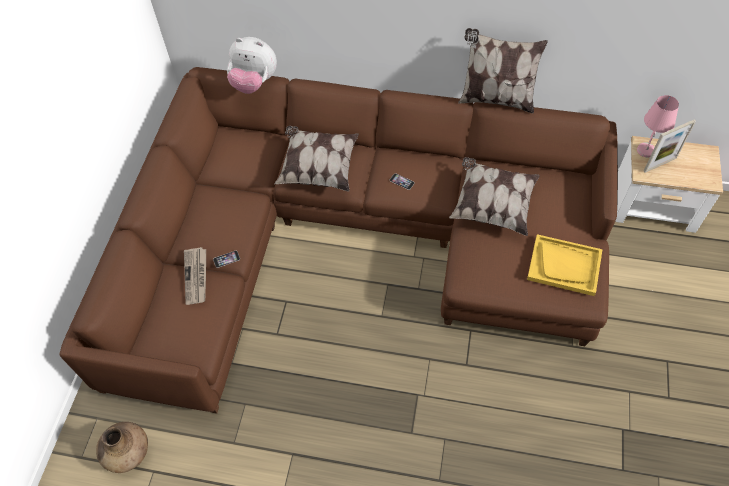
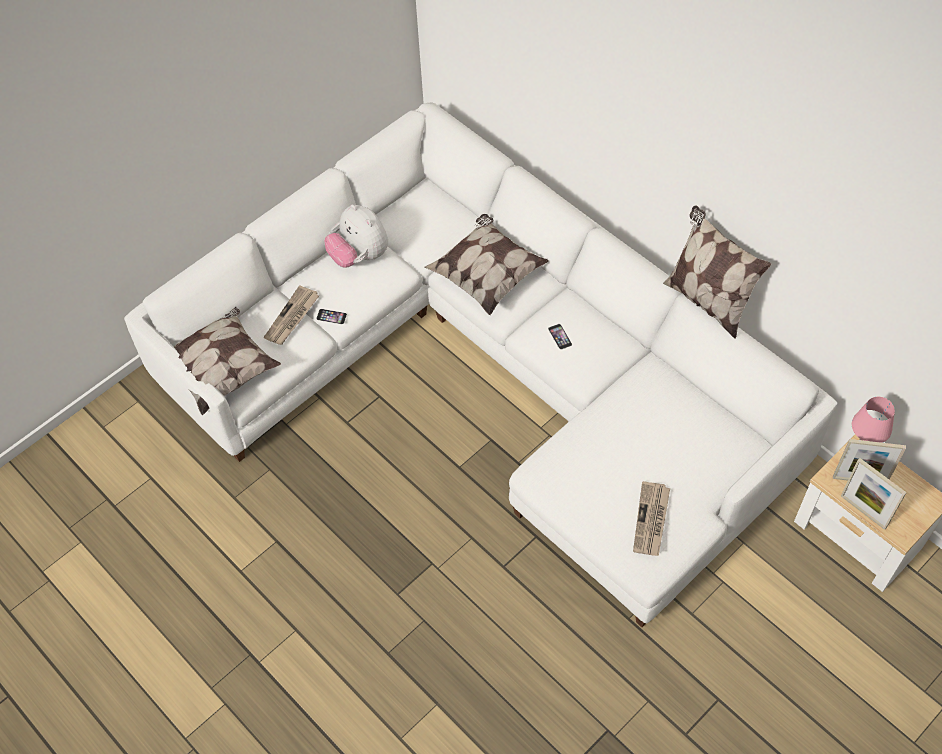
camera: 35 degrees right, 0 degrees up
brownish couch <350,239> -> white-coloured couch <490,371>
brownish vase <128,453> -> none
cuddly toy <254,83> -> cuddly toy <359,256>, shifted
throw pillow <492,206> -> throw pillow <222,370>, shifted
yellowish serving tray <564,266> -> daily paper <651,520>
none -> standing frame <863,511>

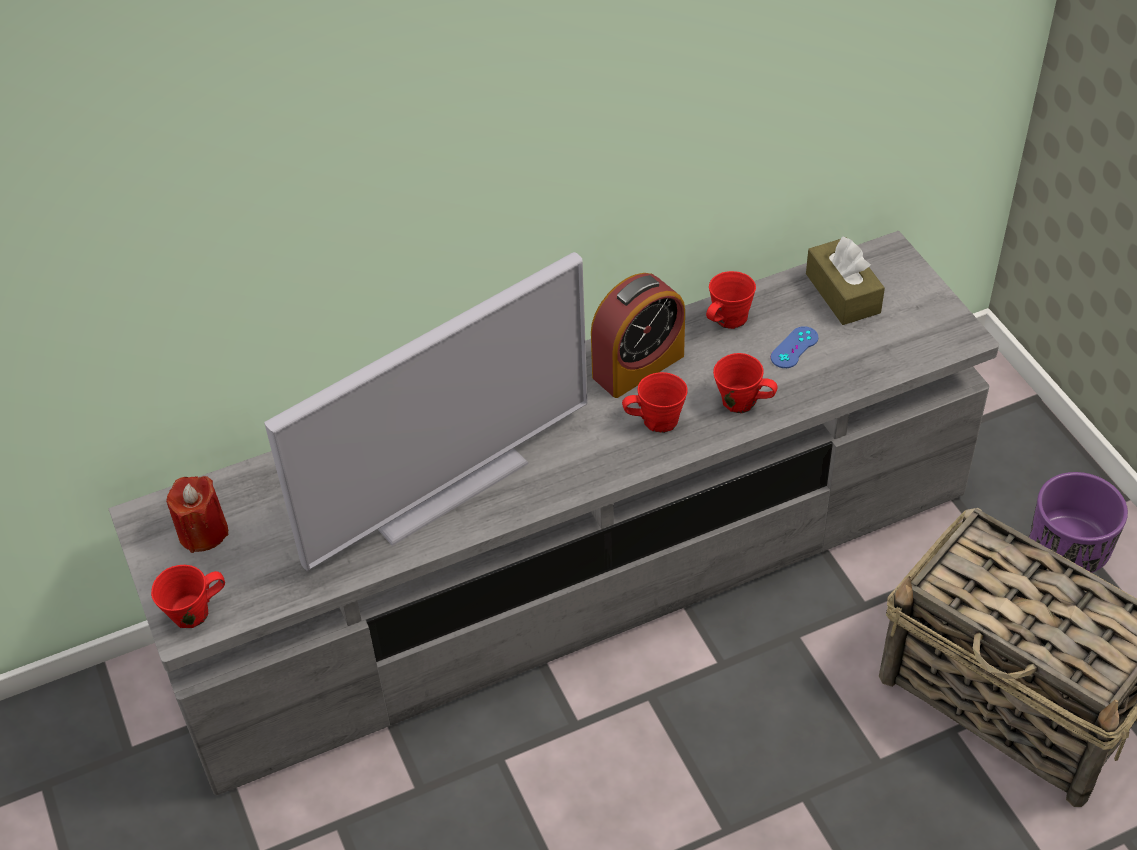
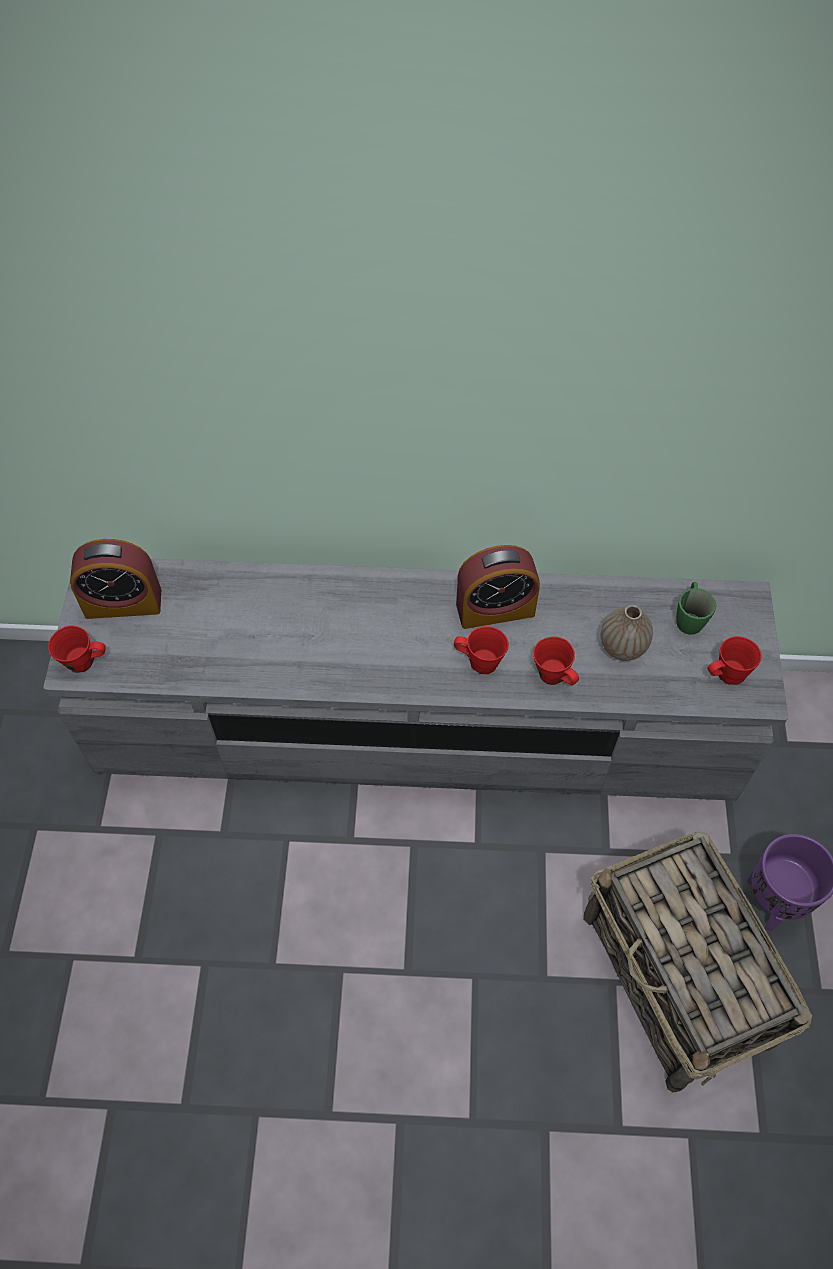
camera: 25 degrees right, 10 degrees up
reddish wax candle <203,532> -> table clock <123,603>
TV set <444,485> -> none
reddish coffee mug <728,319> -> reddish coffee mug <728,673>, shifted
blue game controller <794,348> -> vase <622,647>
brownish tissue holder <842,293> -> green-coloured coffee mug <689,617>

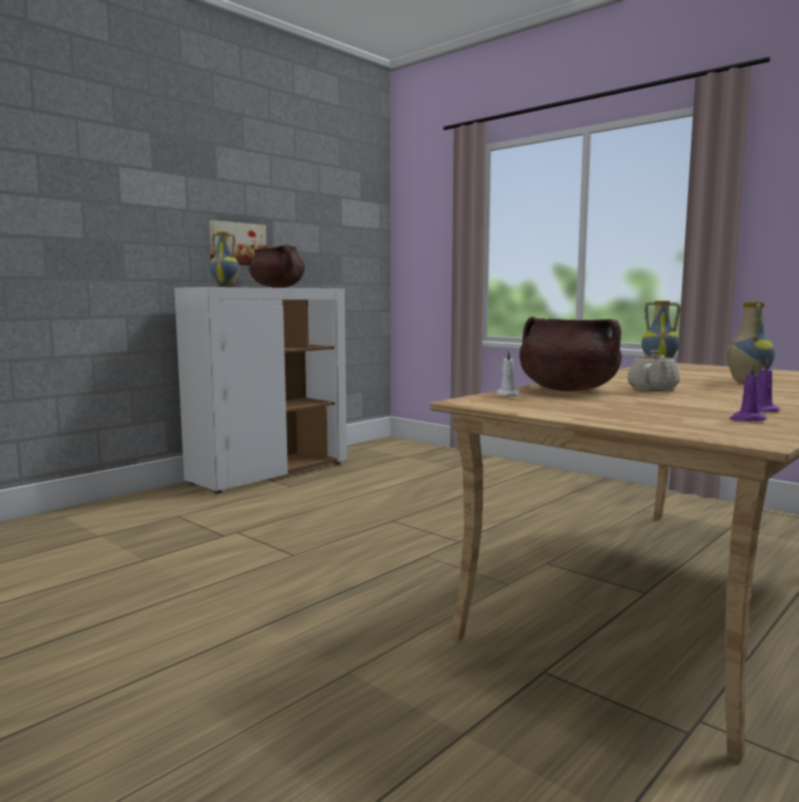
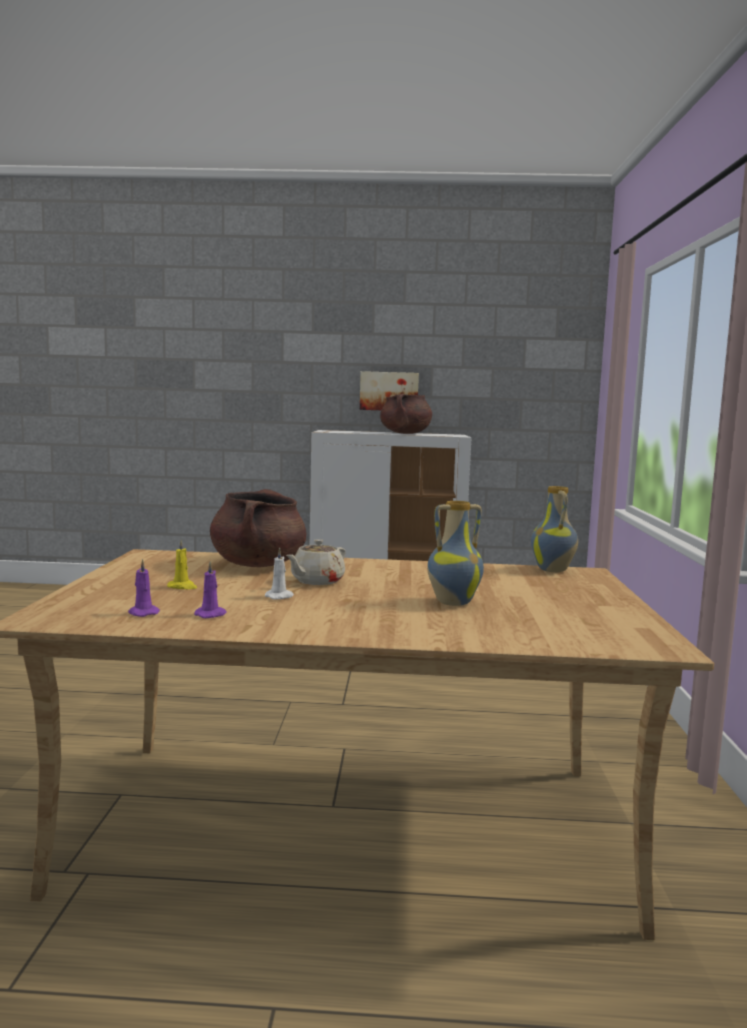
camera: 50 degrees right, 0 degrees up
vase <226,286> -> none
white-coloured wax candle <507,395> -> white-coloured wax candle <280,596>, shifted
beige-coloured pot for tea <653,389> -> beige-coloured pot for tea <316,581>, 135 degrees clockwise
none -> yellowish wax candle <182,587>

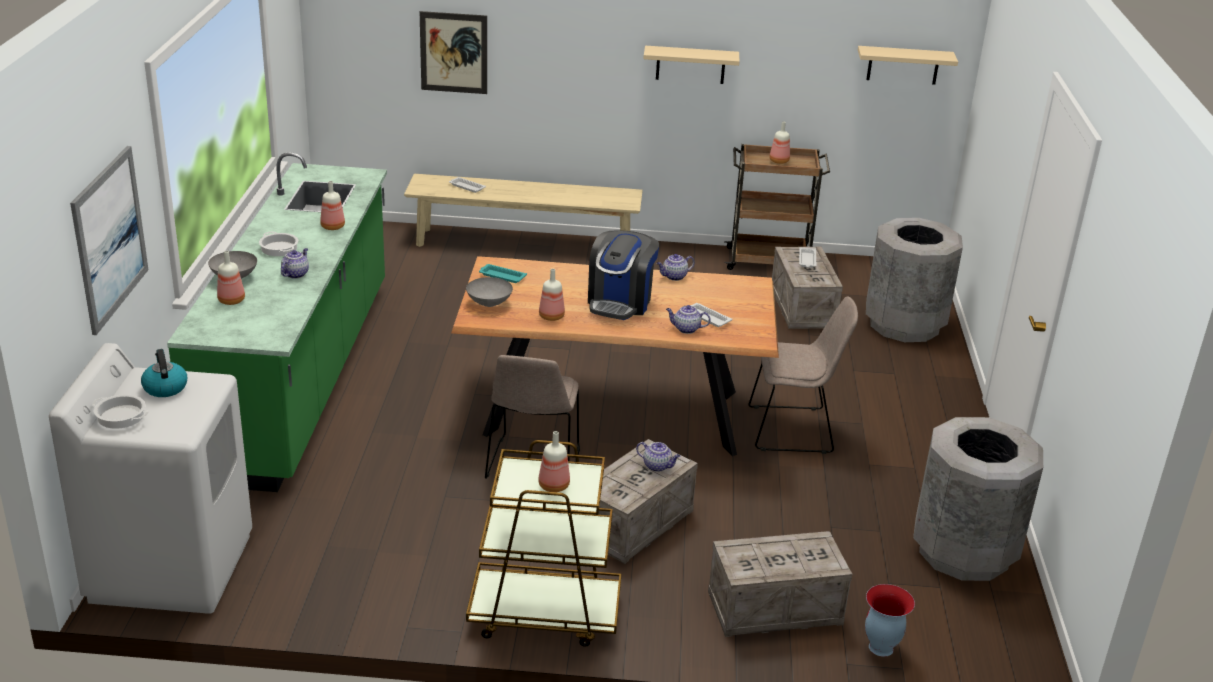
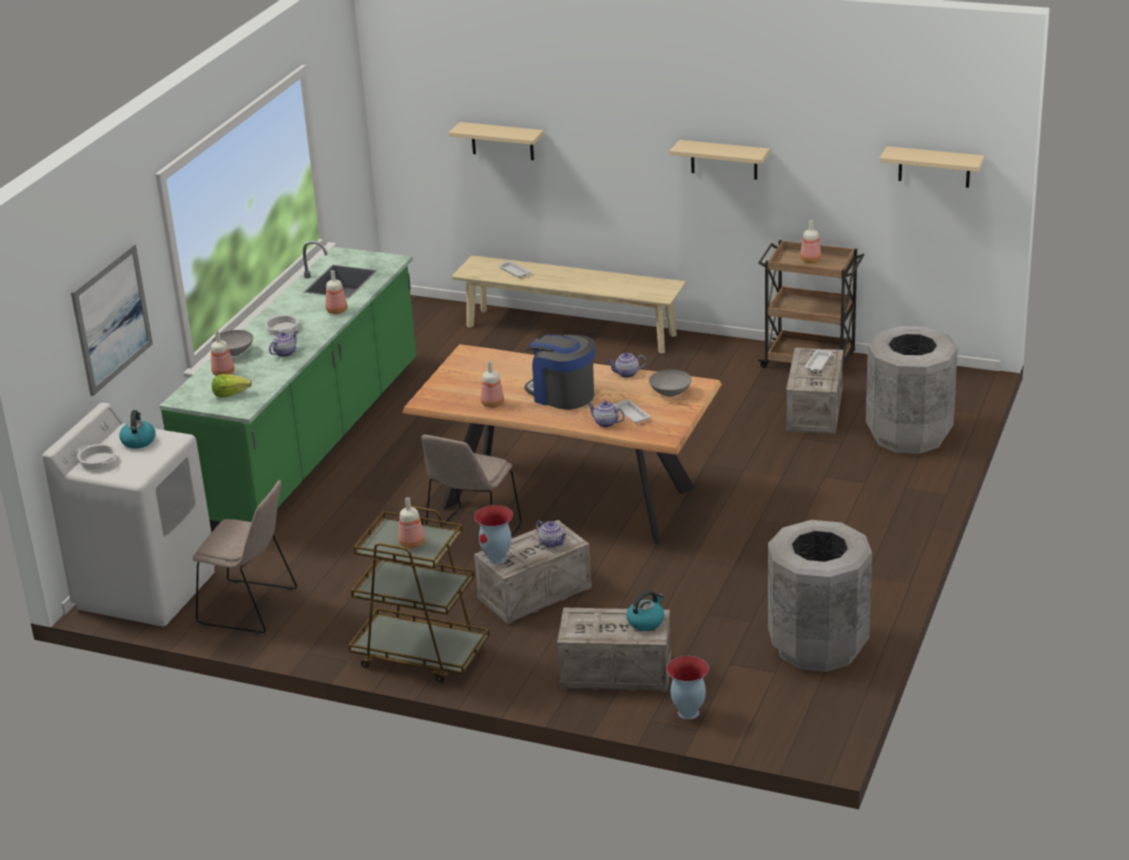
camera: 20 degrees right, 0 degrees up
wall picture <454,52> -> beige-coloured shelf <502,141>
gray bowl <489,303> -> gray bowl <670,393>, shifted
blue-green serving tray <501,276> -> none
coffee machine <620,302> -> coffee machine <562,394>, 90 degrees clockwise
beige-coloured chair <794,429> -> beige-coloured chair <251,607>, shifted
none -> head of lettuce <231,394>
none -> vase <497,558>
none -> tea kettle <646,621>

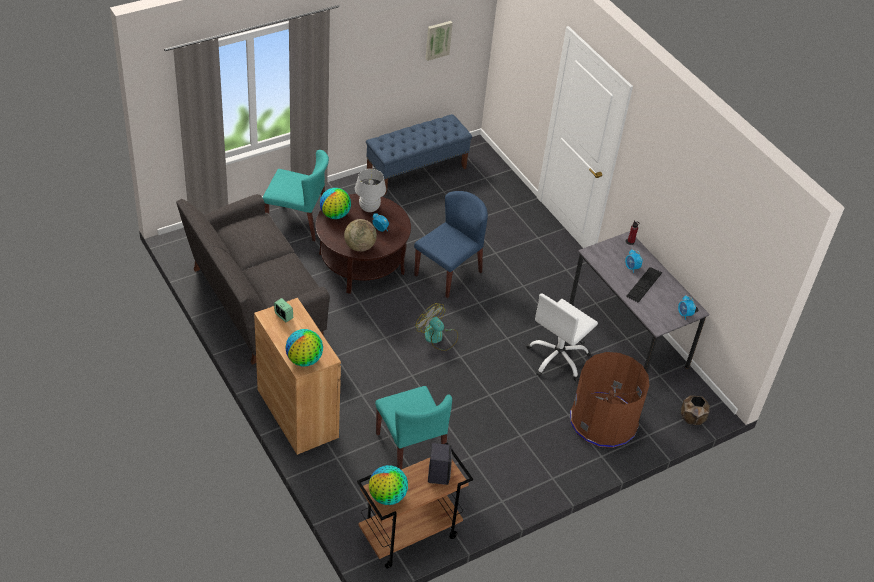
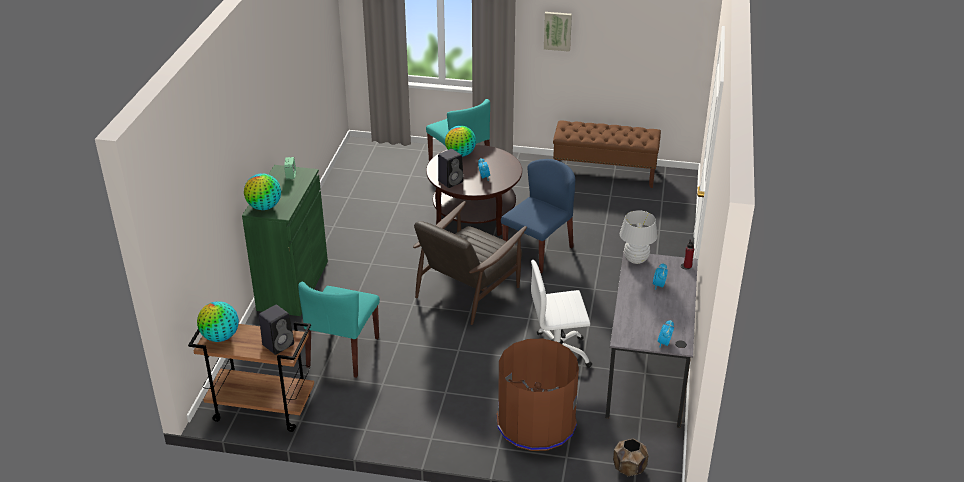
camera: 45 degrees right, 10 degrees down
gray couch <254,304> -> none
brownish storage cabinet <297,413> -> green-coloured storage cabinet <293,285>
desk globe <359,246> -> blackish speaker <451,181>
white-coloured tabletop lamp <369,208> -> white-coloured tabletop lamp <636,259>, shifted
blue bench <417,171> -> brownish bench <604,173>
blue chair <448,273> -> blue chair <538,251>, 45 degrees counterclockwise
electric fan <437,337> -> brownish easy chair <468,289>
wall picture <438,39> -> wall picture <557,30>, shifted
computer keyboard <644,284> -> none

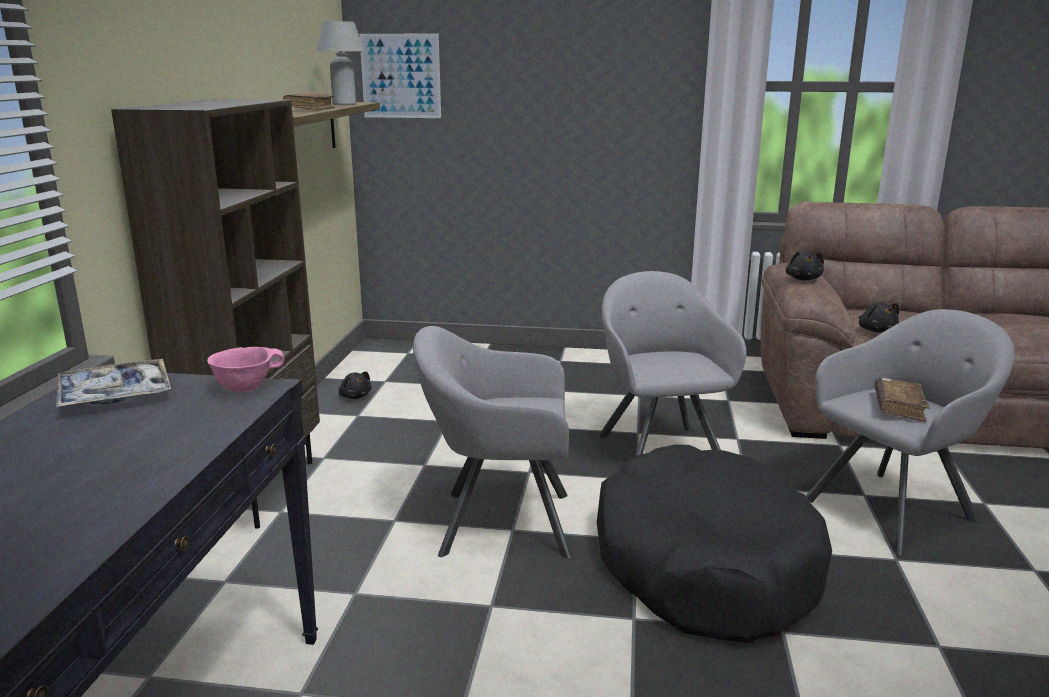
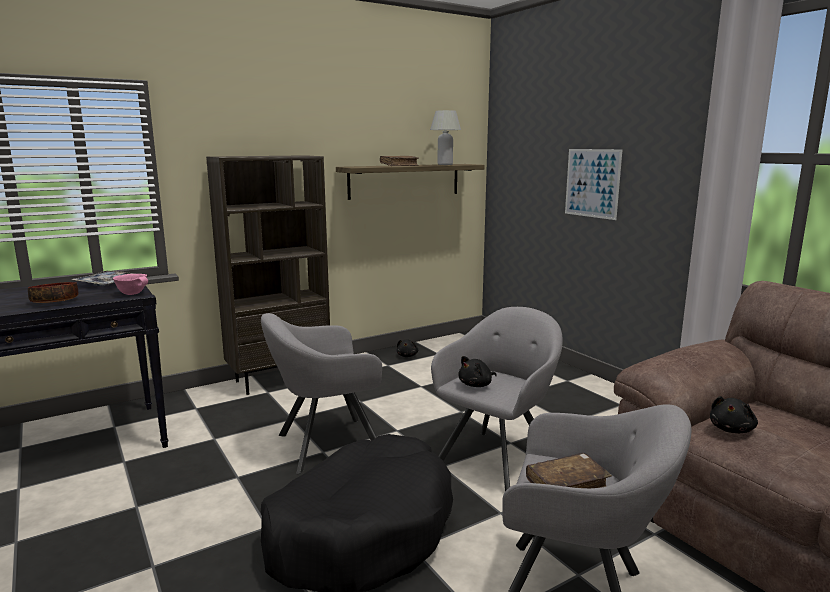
camera: 50 degrees right, 5 degrees down
wall picture <401,76> -> wall picture <592,183>, shifted
gray easy chair <498,523> -> gray easy chair <324,445>, 75 degrees counterclockwise
blackish cuddly toy <803,279> -> blackish cuddly toy <476,385>, shifted
none -> bowl <55,301>

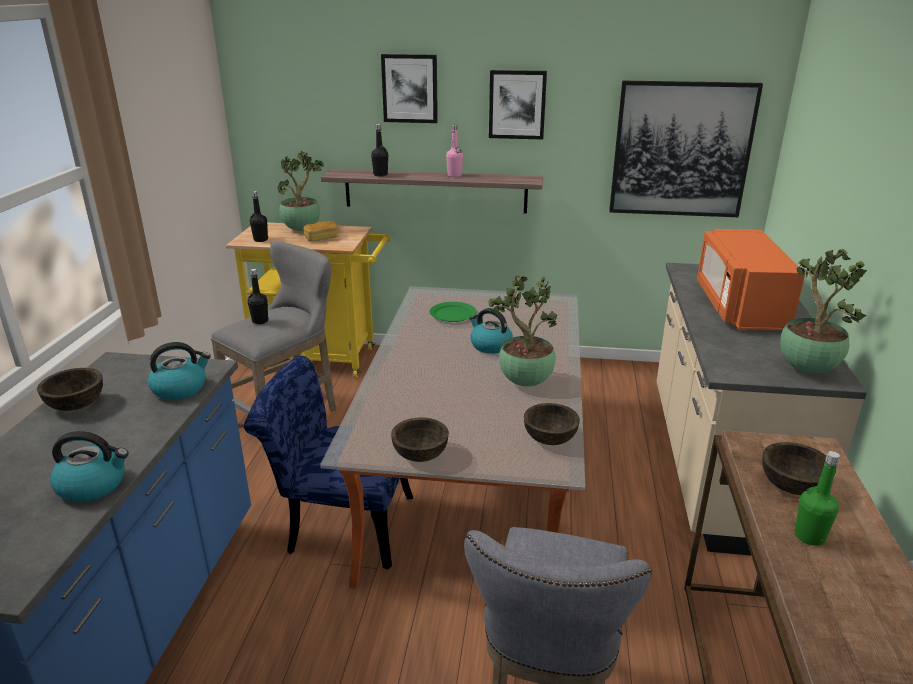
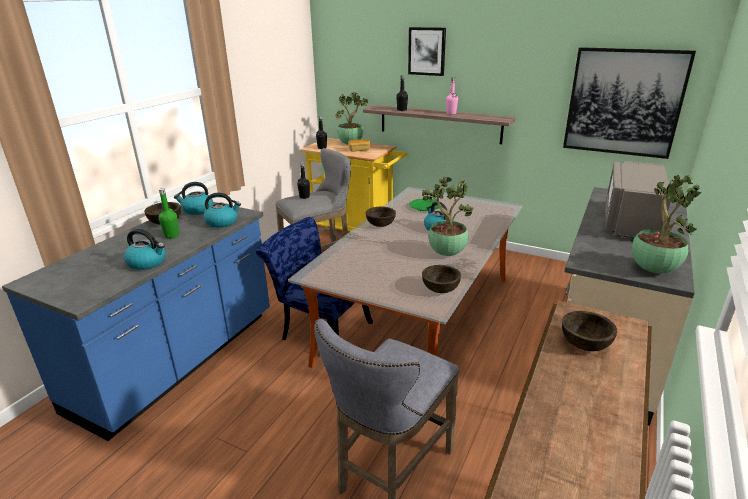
camera: 20 degrees right, 0 degrees up
brownish bowl <420,454> -> brownish bowl <380,224>, shifted
wall picture <517,104> -> none
orangey kitchen microwave <739,307> -> gray kitchen microwave <630,222>
green-coloured beverage bottle <809,536> -> green-coloured beverage bottle <171,235>, shifted
none -> tea kettle <197,210>

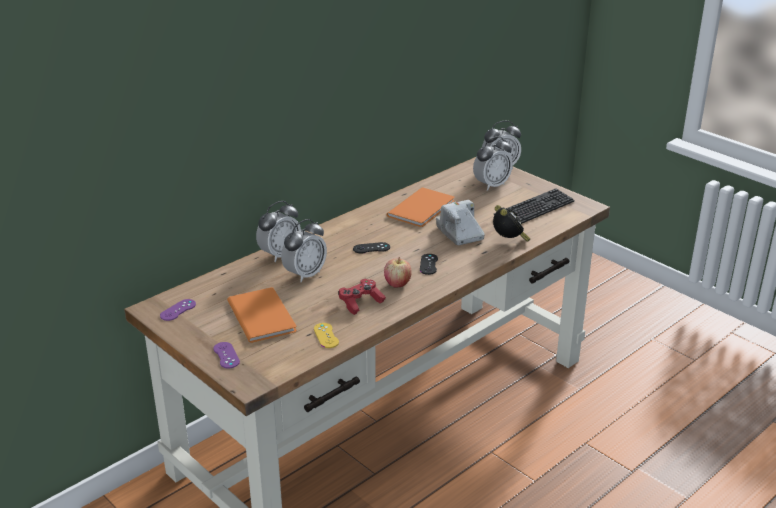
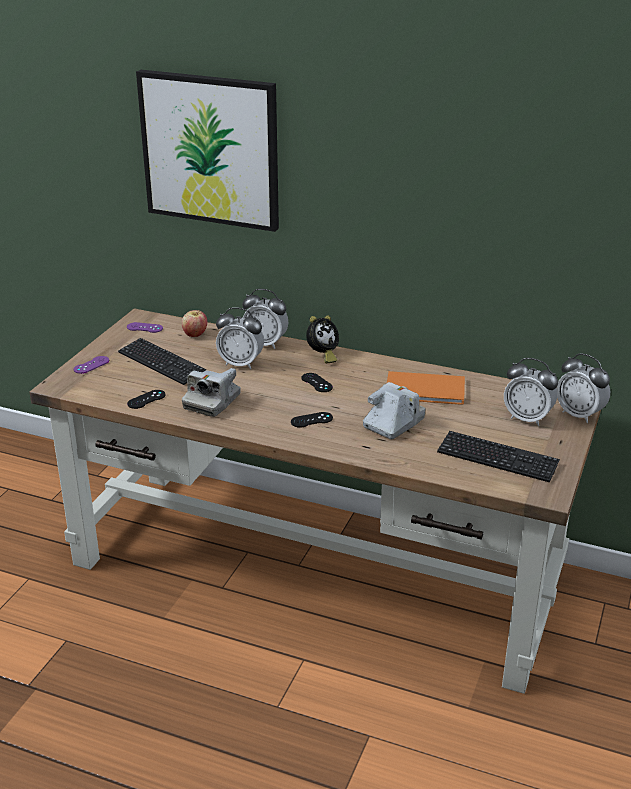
camera: 65 degrees right, 0 degrees up
orangey bound book <263,314> -> computer keyboard <161,363>
yellowish game controller <326,335> -> blackish game controller <146,399>
reddish game controller <361,303> -> still camera <212,402>
apple <397,284> -> apple <195,334>, shifted
table clock <509,241> -> table clock <322,356>, shifted
none -> wall picture <210,150>

